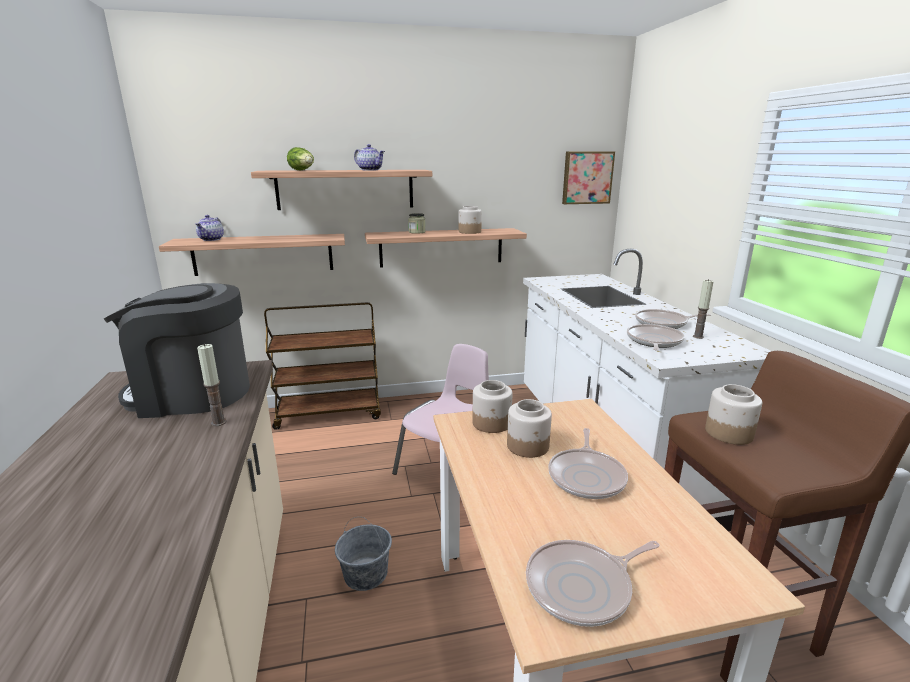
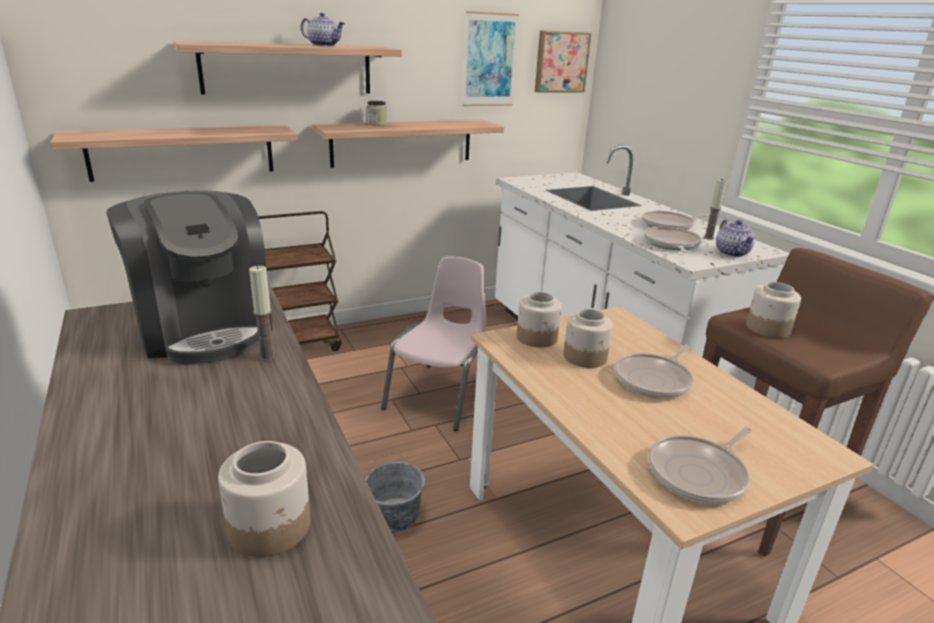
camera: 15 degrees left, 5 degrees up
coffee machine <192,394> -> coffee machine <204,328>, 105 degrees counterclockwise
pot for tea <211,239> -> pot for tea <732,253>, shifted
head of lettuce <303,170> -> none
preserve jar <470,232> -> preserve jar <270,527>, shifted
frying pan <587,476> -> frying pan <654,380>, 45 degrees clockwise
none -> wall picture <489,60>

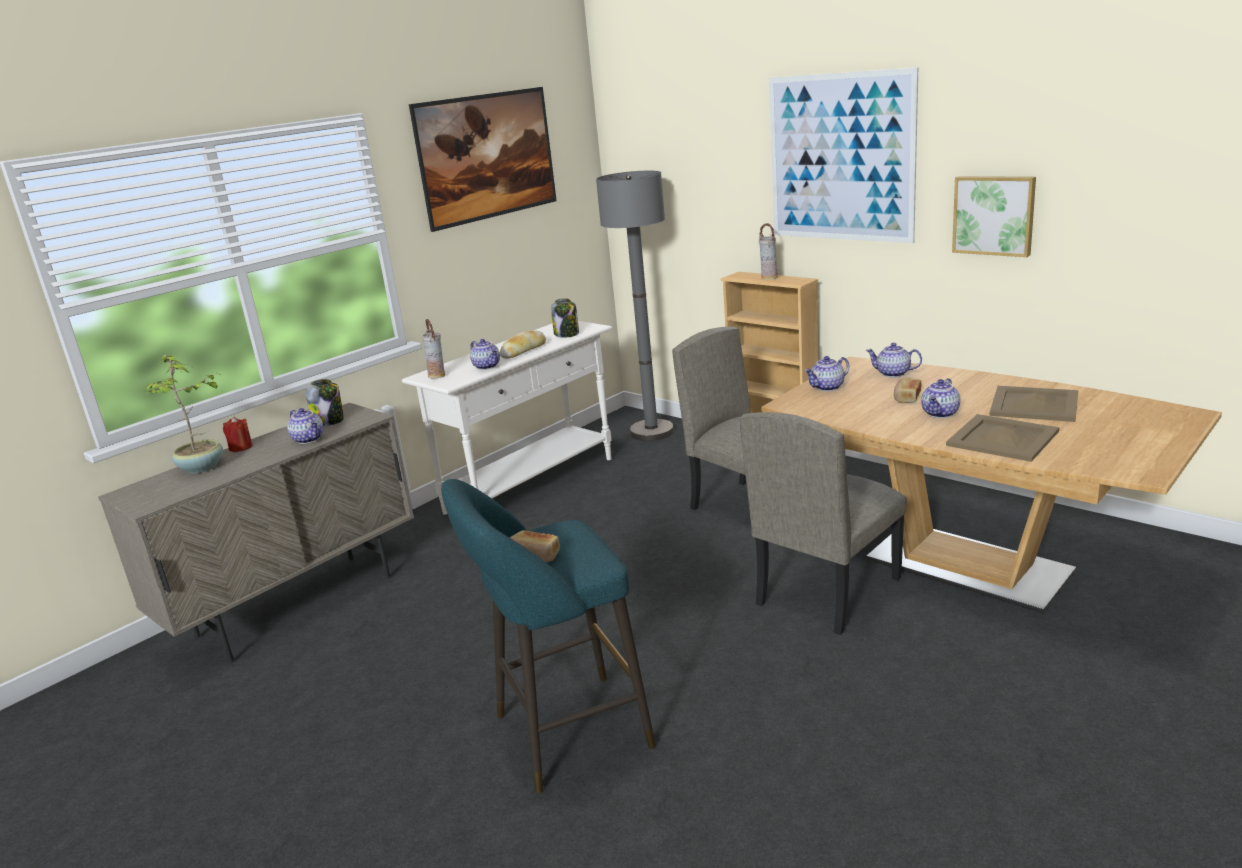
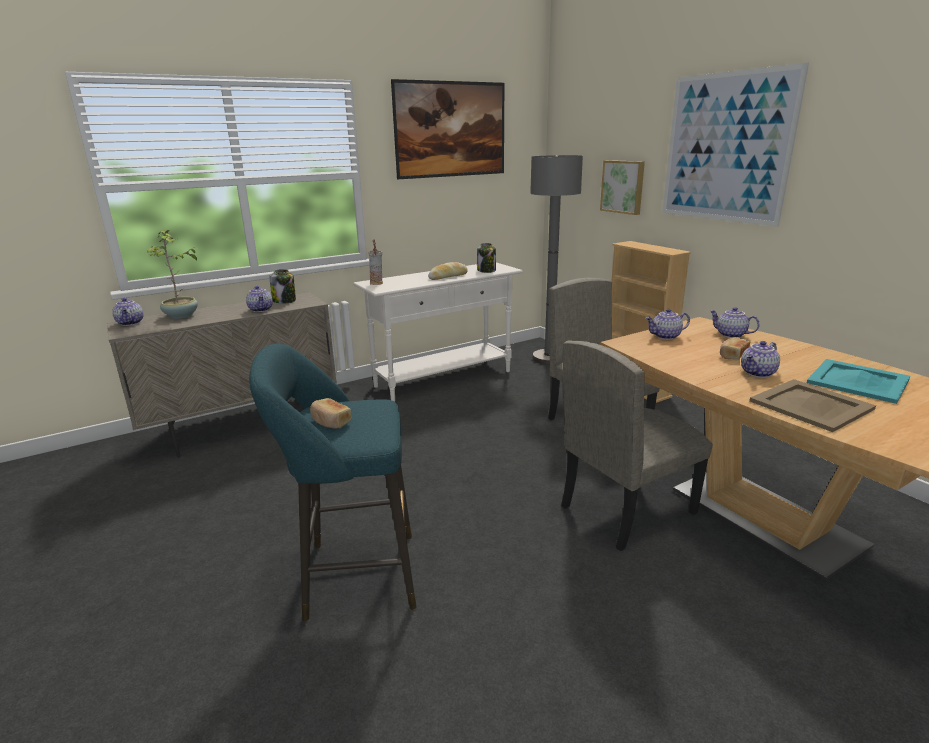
camera: 15 degrees right, 0 degrees up
reddish wax candle <241,447> -> none
pot for tea <487,366> -> pot for tea <131,323>, shifted
vase <768,278> -> none
wall picture <994,215> -> wall picture <623,186>, shifted
beige-coloured serving tray <1033,404> -> blue-green serving tray <857,381>

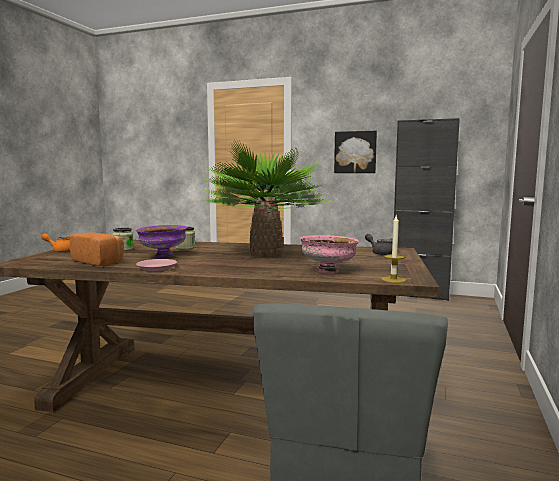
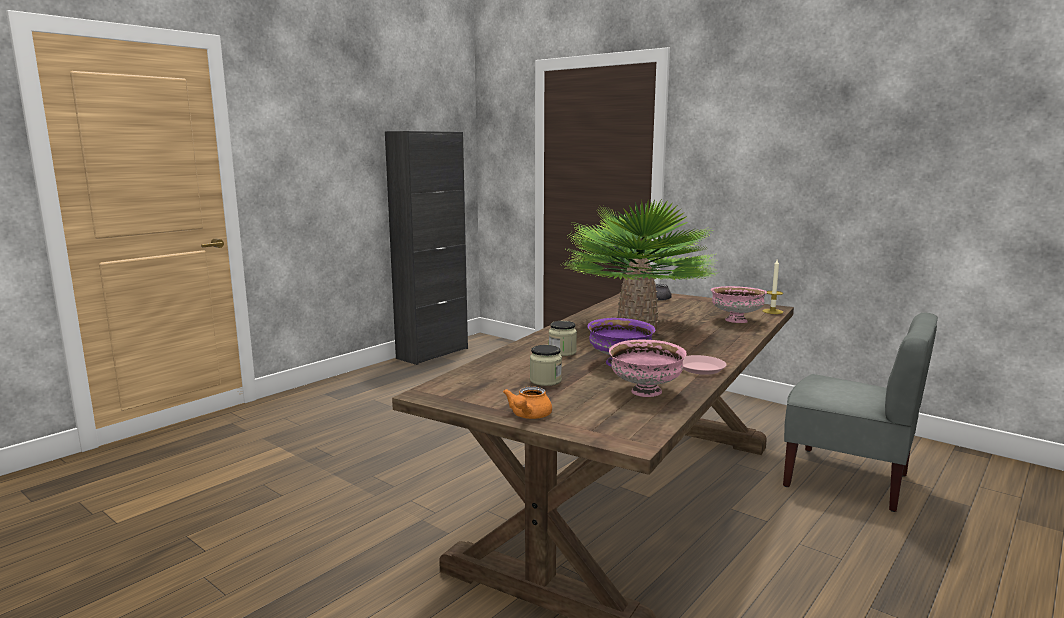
camera: 70 degrees left, 5 degrees up
bread <99,261> -> pink-coloured bowl <646,392>
wall picture <355,152> -> none

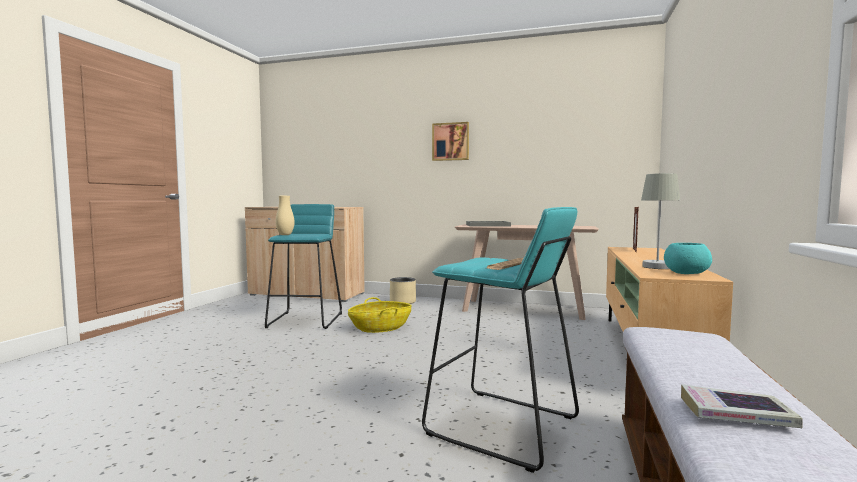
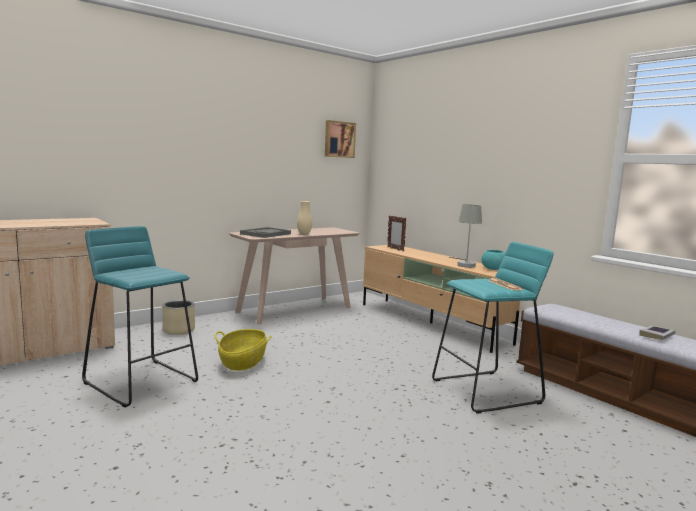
camera: 55 degrees left, 5 degrees up
beige-coloured vase <285,235> -> beige-coloured vase <304,234>, shifted
wall picture <451,142> -> wall picture <339,139>, shifted

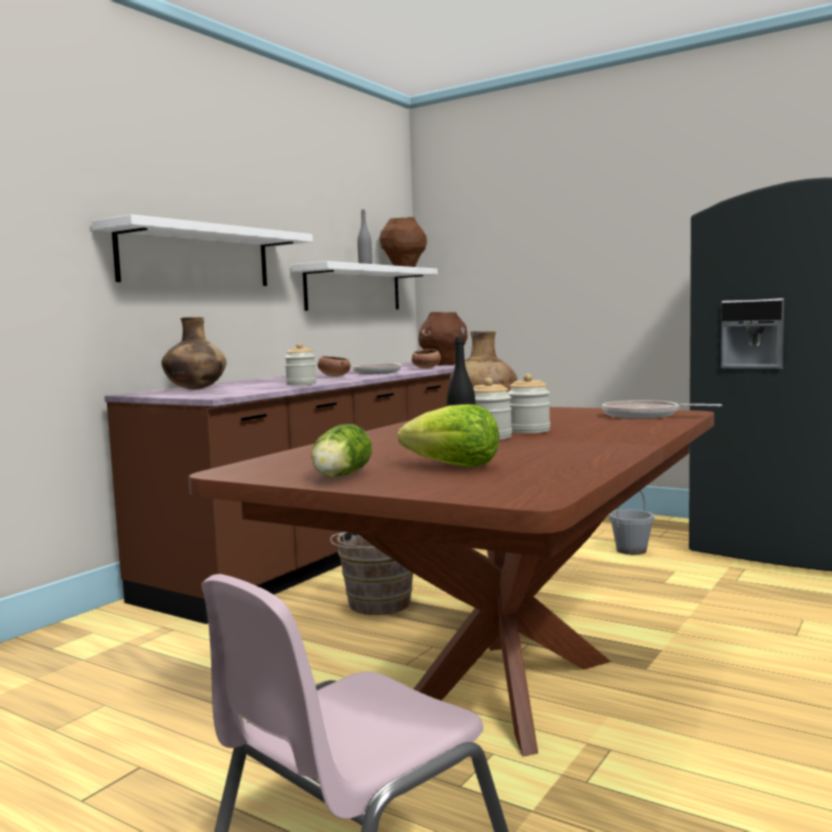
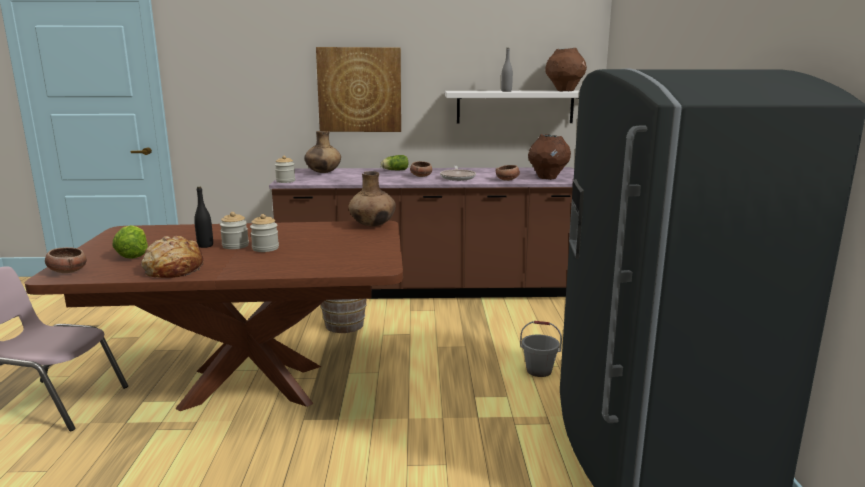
camera: 55 degrees right, 10 degrees up
white-coloured shelf <196,257> -> wall picture <359,90>
preserve jar <301,384> -> preserve jar <285,181>, shifted
head of lettuce <339,476> -> head of lettuce <394,170>, shifted
frying pan <645,415> -> none
none -> bowl <67,271>
none -> bread <174,269>

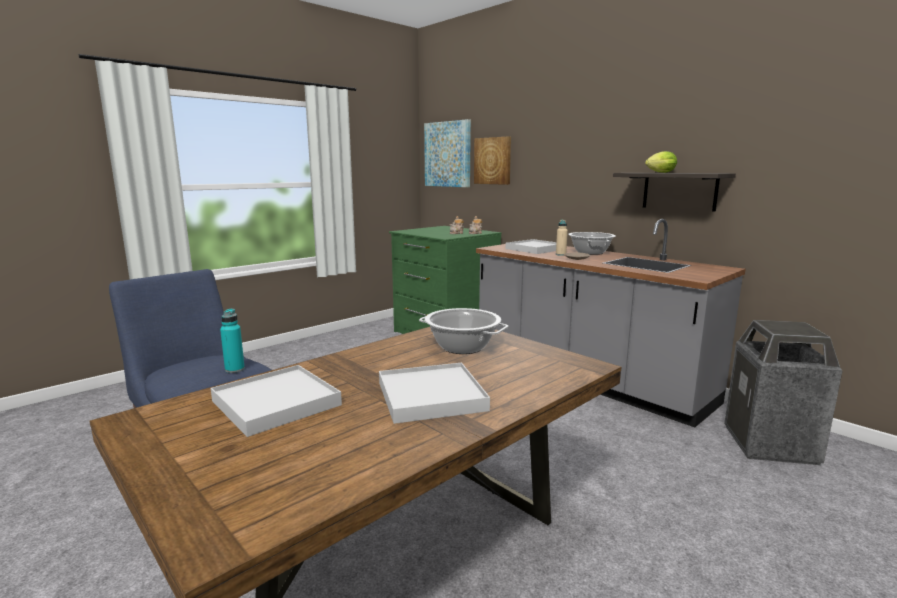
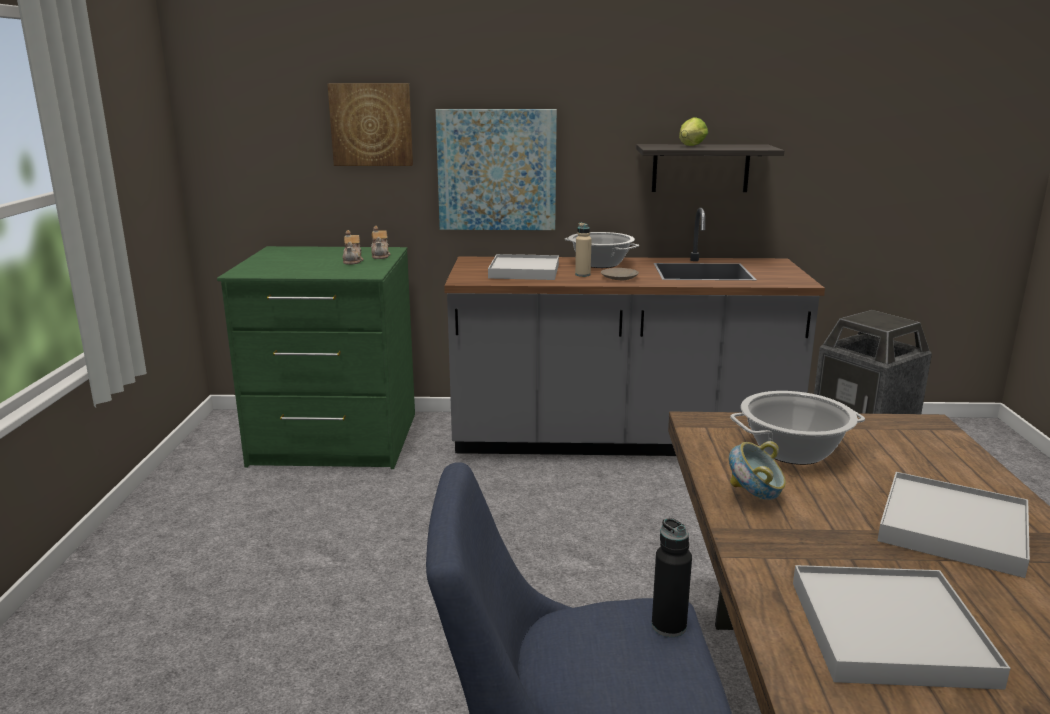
camera: 45 degrees left, 5 degrees up
blue-green beverage bottle <234,369> -> blackish beverage bottle <668,626>
wall picture <448,154> -> wall picture <497,170>, shifted
none -> bowl <754,497>

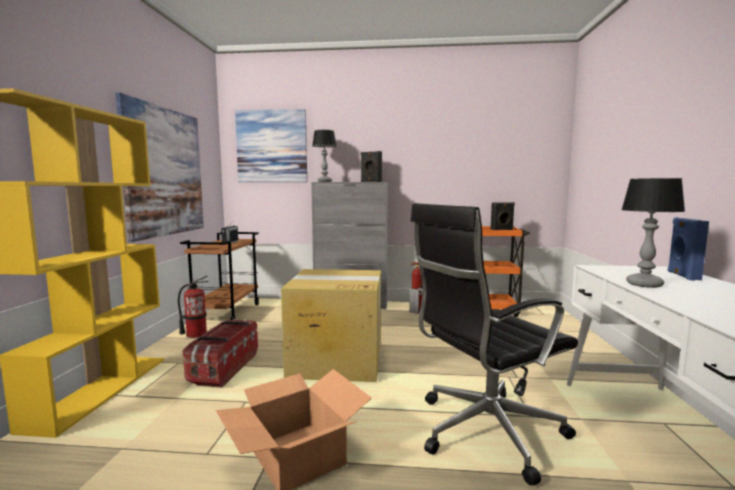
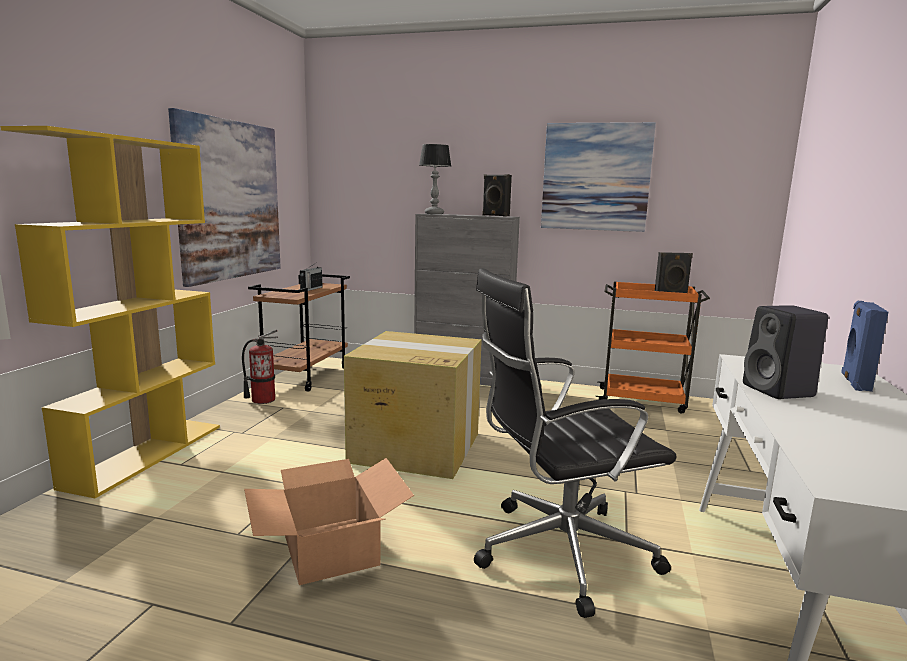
camera: 10 degrees right, 5 degrees up
storage container <224,368> -> none
wall picture <271,146> -> wall picture <595,177>, shifted
fire-fighting cylinder <416,311> -> none
tabletop lamp <645,284> -> blackish speaker <780,391>

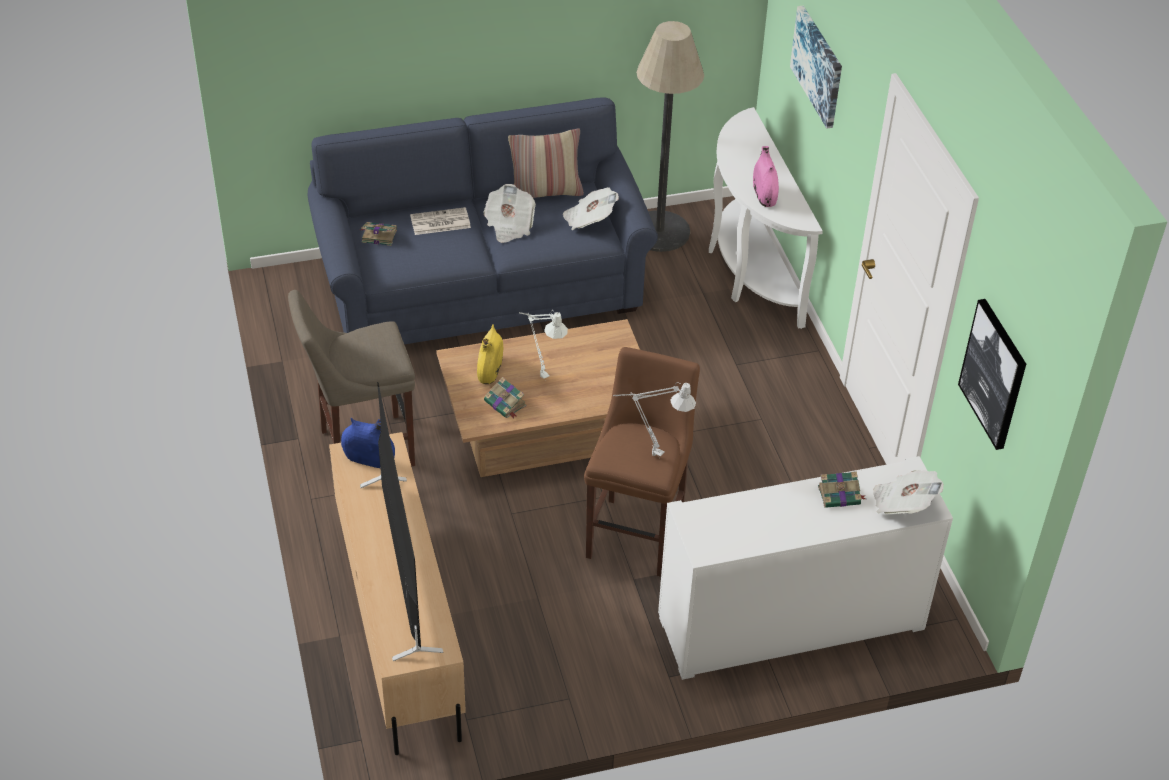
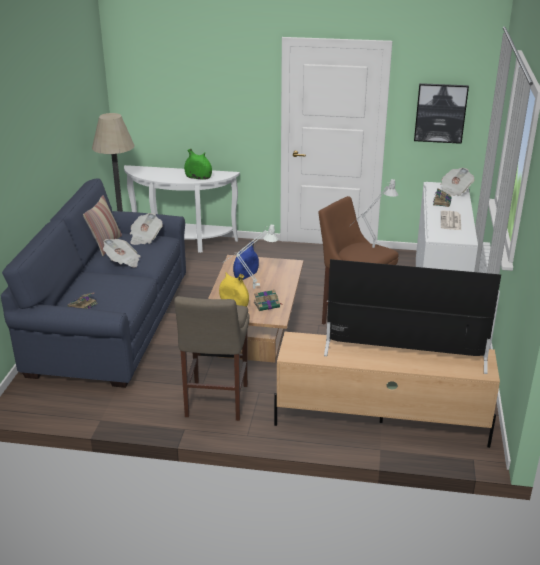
camera: 65 degrees left, 15 degrees down
blue vase <369,459> -> blue vase <246,274>, shifted
daily paper <439,222> -> daily paper <451,221>, shifted
pink-coloured vase <764,195> -> green-coloured vase <198,177>
wall picture <818,66> -> none

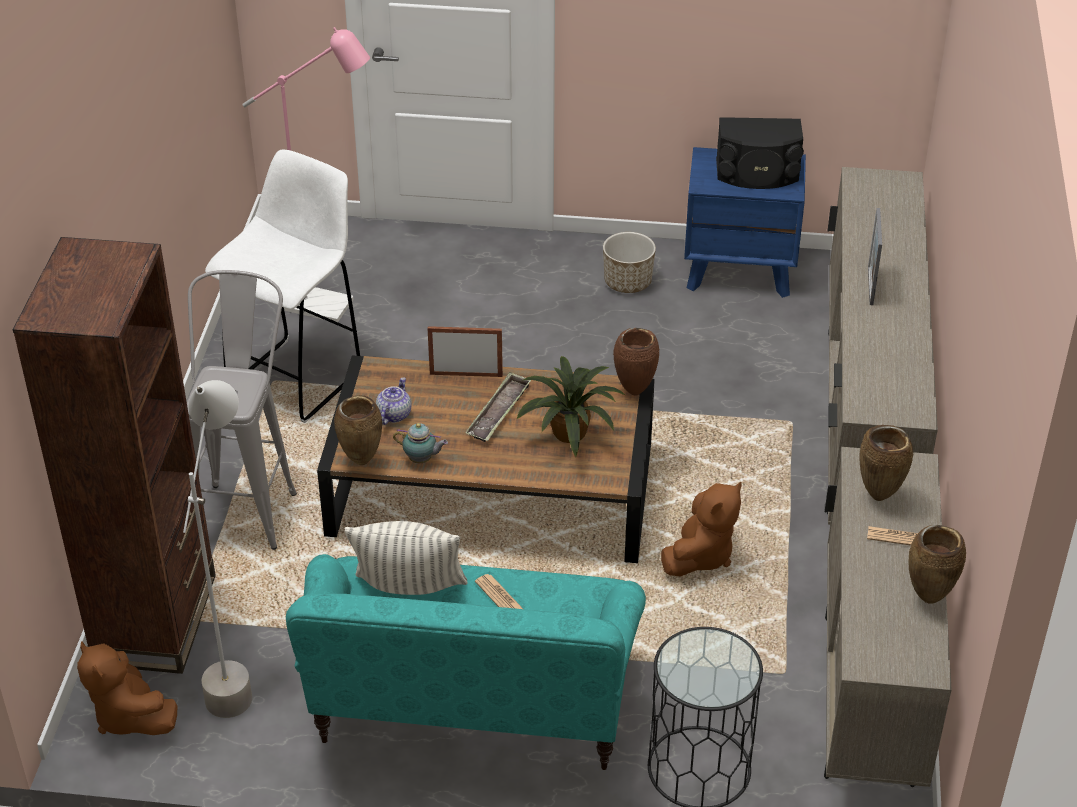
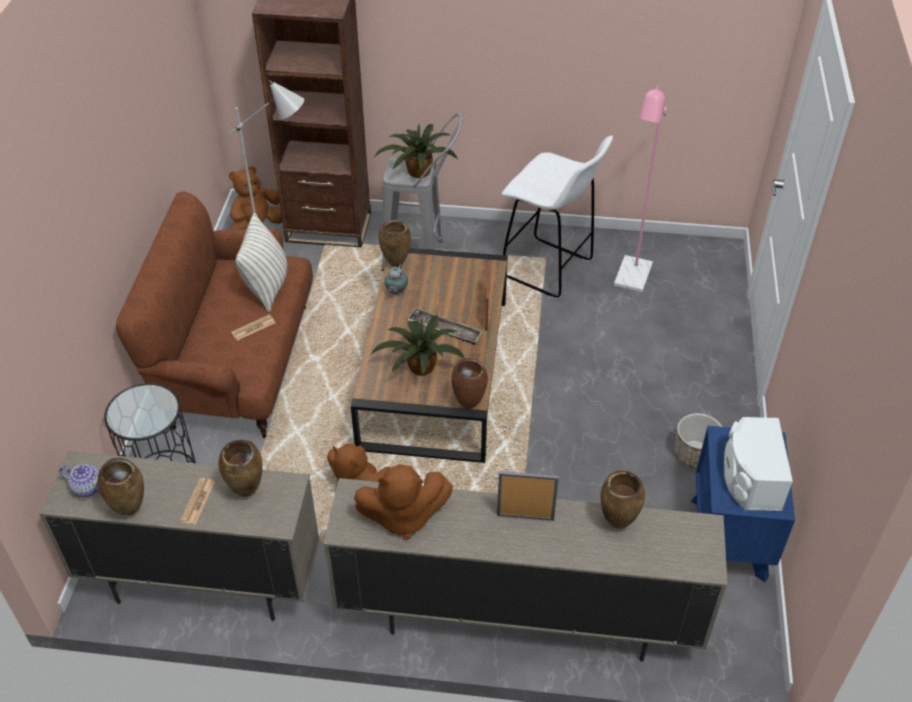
camera: 90 degrees right, 5 degrees up
blue-green couch <472,706> -> brownish couch <237,365>
pot for tea <393,414> -> pot for tea <88,487>, shifted
blackish speaker <757,173> -> white-coloured speaker <750,478>
none -> brownish cuddly toy <403,516>
none -> houseplant <417,172>
none -> brownish vase <616,524>

